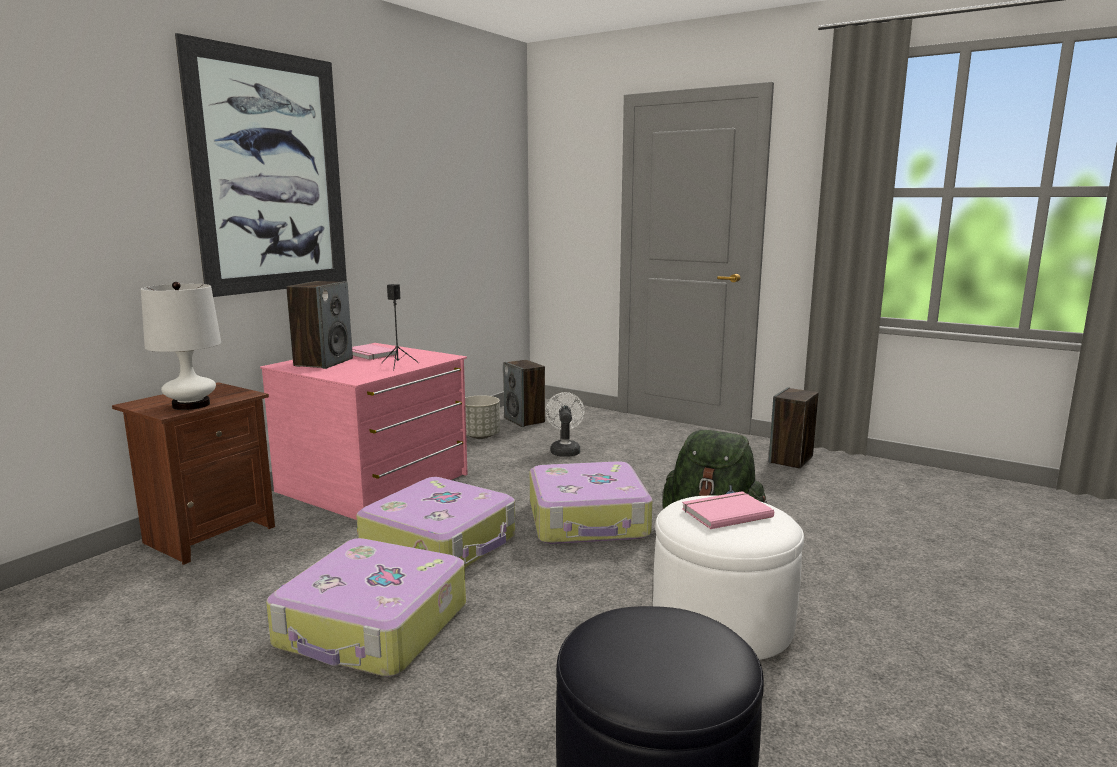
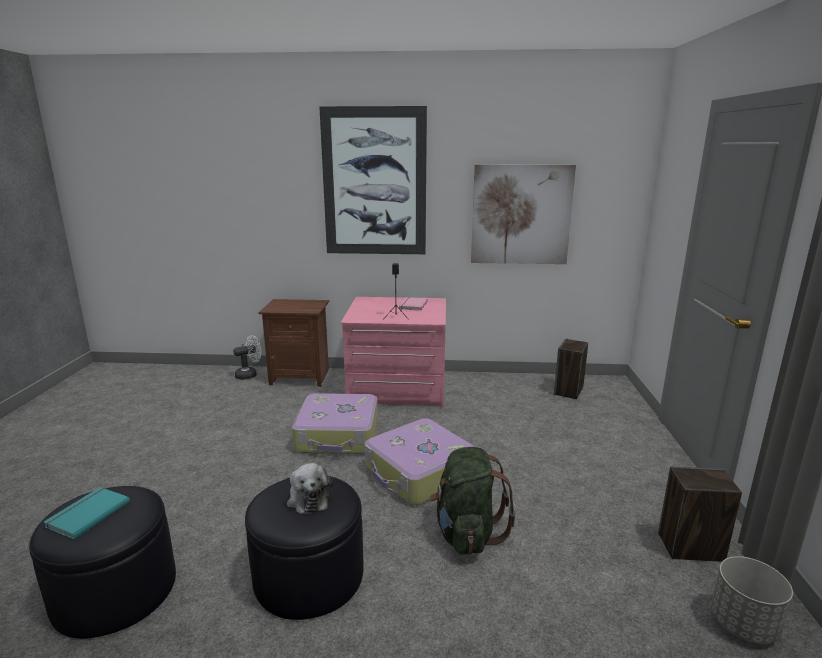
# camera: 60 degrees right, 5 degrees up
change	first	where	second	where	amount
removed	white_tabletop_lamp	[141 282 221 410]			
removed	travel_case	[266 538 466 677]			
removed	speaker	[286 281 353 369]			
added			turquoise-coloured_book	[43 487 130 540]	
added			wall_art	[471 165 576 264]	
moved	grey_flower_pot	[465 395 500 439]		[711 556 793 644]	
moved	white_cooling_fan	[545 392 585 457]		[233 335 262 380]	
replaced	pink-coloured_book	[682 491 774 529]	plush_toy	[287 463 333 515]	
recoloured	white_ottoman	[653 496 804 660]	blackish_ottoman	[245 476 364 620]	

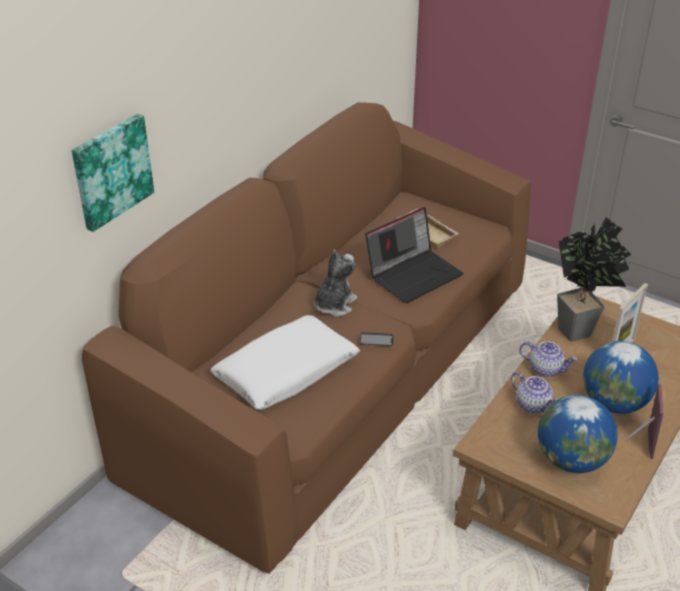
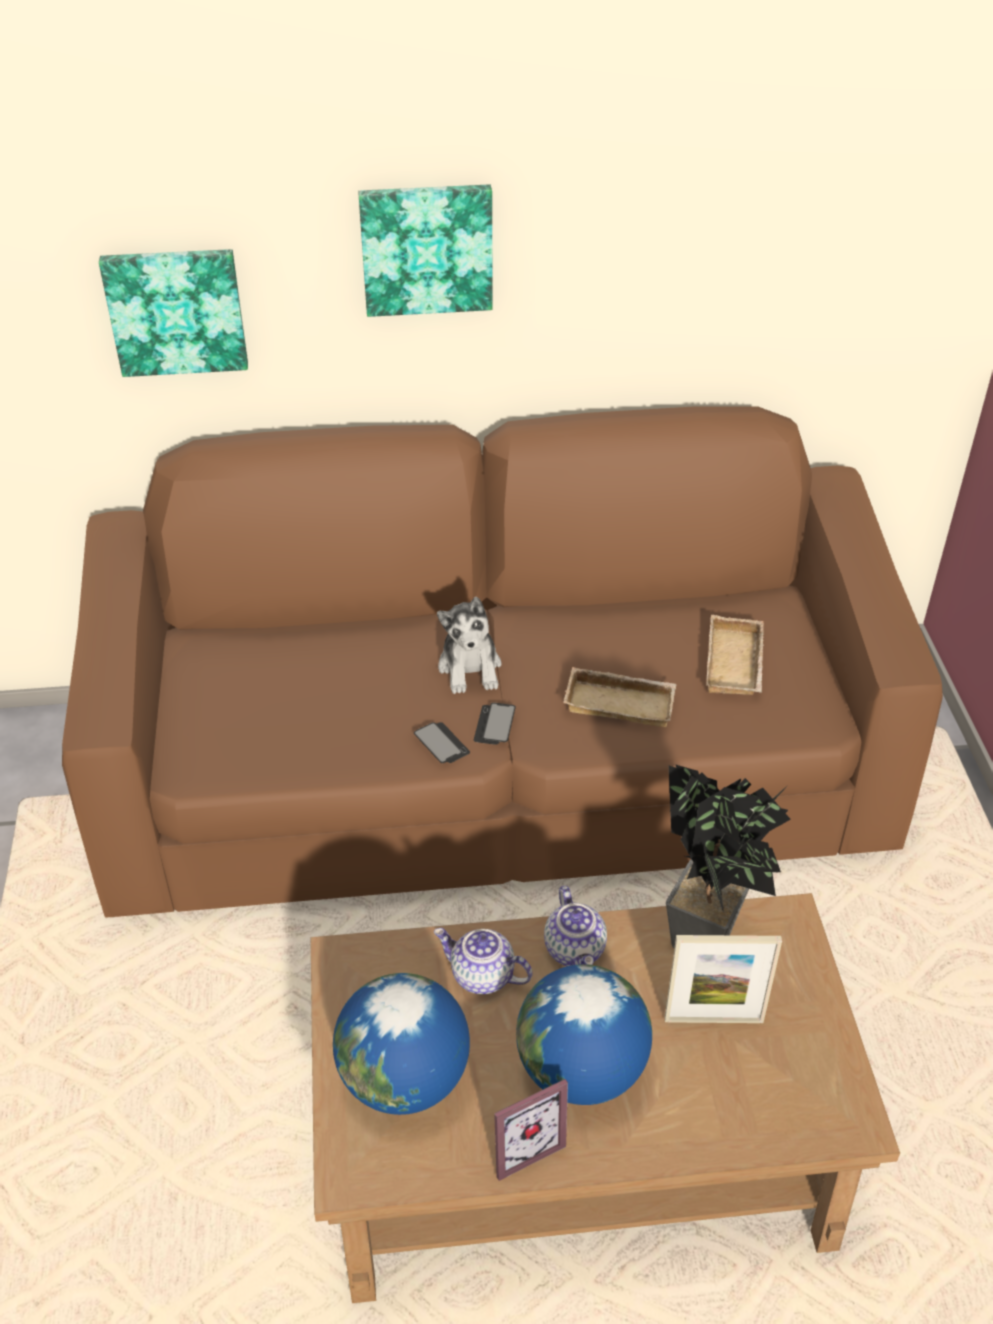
# camera: 50 degrees right, 5 degrees up
change	first	where	second	where	amount
removed	white_throw_pillow	[211 315 360 410]			
added			wall_art	[358 185 492 317]	
added			telephone	[474 703 516 745]	
replaced	portable_computer	[365 207 463 303]	sand-coloured_carrying_tray	[563 667 677 727]	
turned	plush_toy	[314 249 357 317]		[437 597 502 694]	90 degrees clockwise
turned	teapot	[511 372 559 414]		[434 928 532 994]	105 degrees clockwise

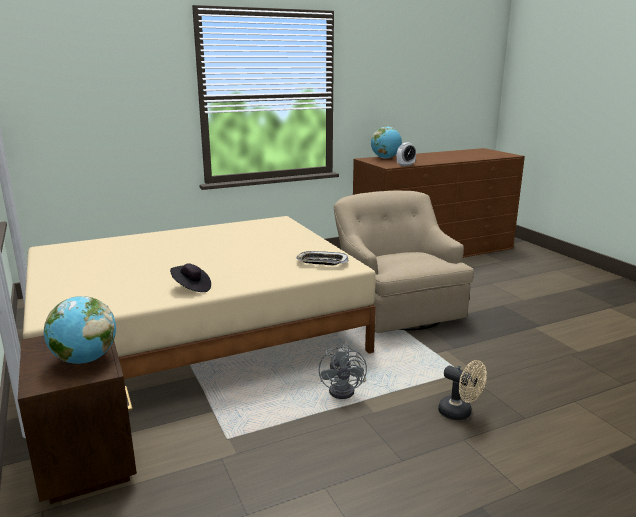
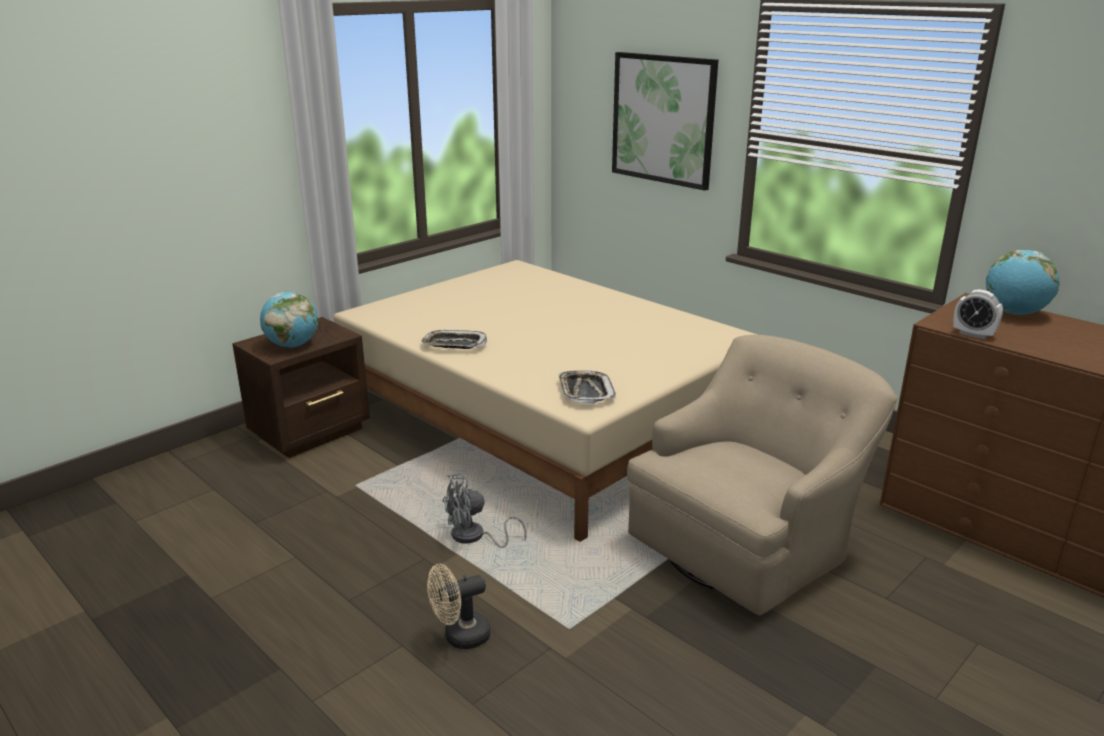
# camera: 70 degrees right, 5 degrees up
change	first	where	second	where	amount
added			wall_art	[612 52 718 191]	
replaced	blackish_wearable_hat	[170 263 211 292]	carrying_tray	[421 330 487 349]	
turned	sand-coloured_cooling_fan	[438 360 487 420]		[427 564 490 649]	45 degrees clockwise

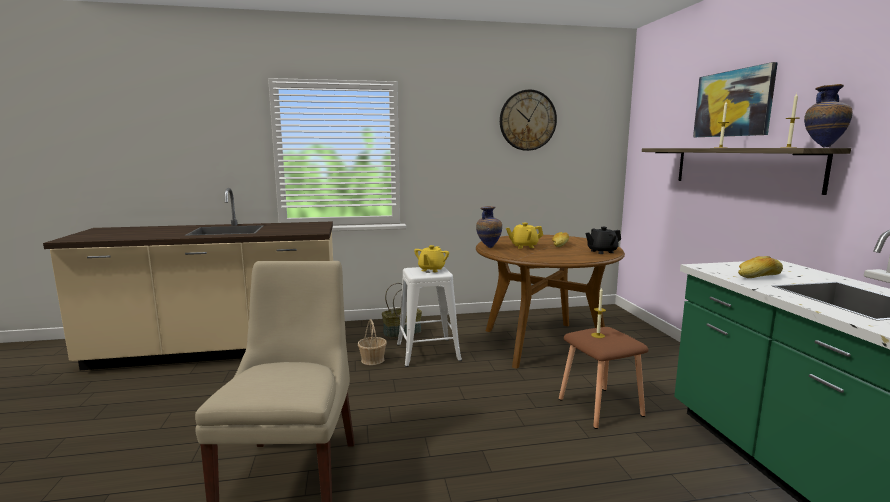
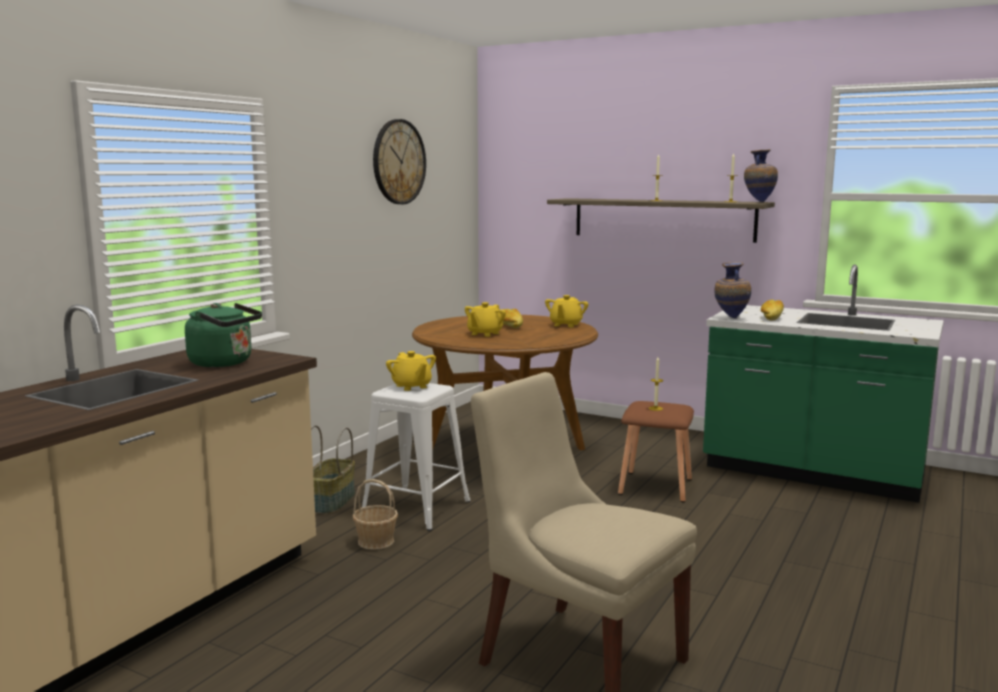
# camera: 50 degrees left, 0 degrees up
change	first	where	second	where	amount
removed	wall_art	[693 62 778 137]			
added			green-coloured_water_kettle	[185 303 262 367]	
moved	flower_vase	[476 206 502 248]		[715 262 751 319]	
recoloured	blackish_teapot	[585 227 621 254]	yellow-coloured_teapot	[545 295 588 327]	

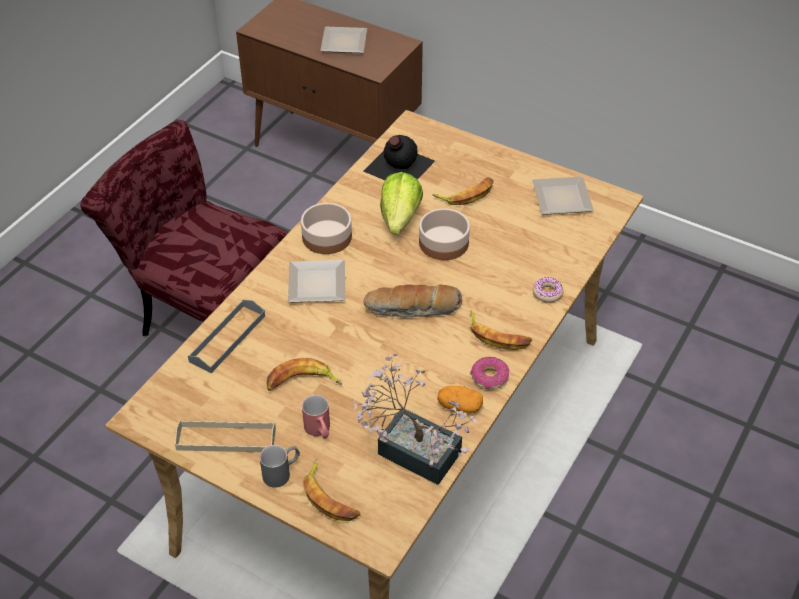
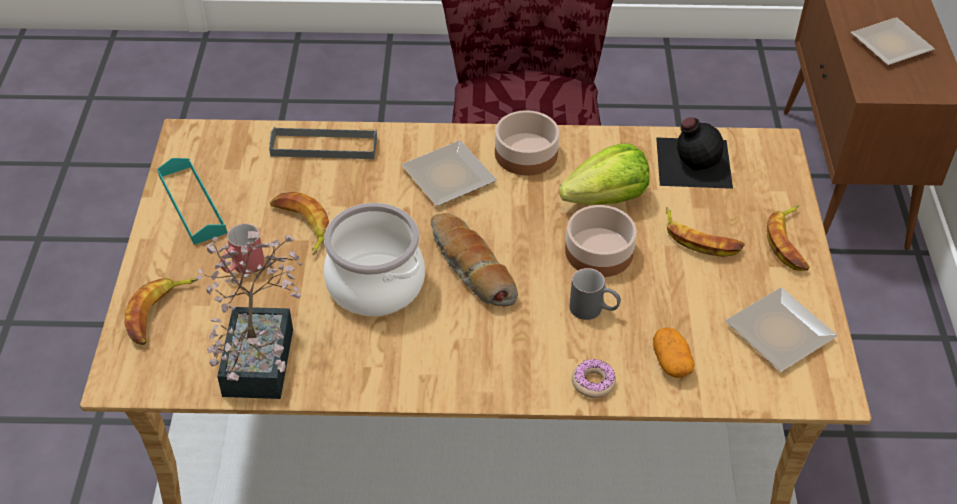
# camera: 60 degrees right, 0 degrees up
change	first	where	second	where	amount
removed	ring_doughnut	[470 357 509 390]			
added			stockpot	[324 203 425 316]	
moved	grey_mug	[259 445 300 488]		[569 268 621 320]	
moved	whole_potato	[437 386 483 413]		[653 327 695 378]	
moved	banana	[470 310 532 350]		[767 205 810 271]	
recoloured	sand-coloured_carrying_tray	[175 420 276 452]	turquoise-coloured_carrying_tray	[157 158 227 245]	

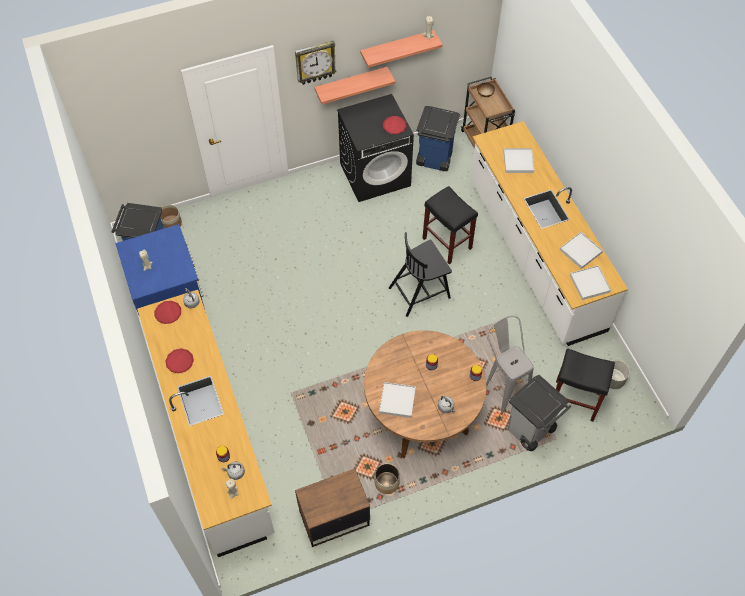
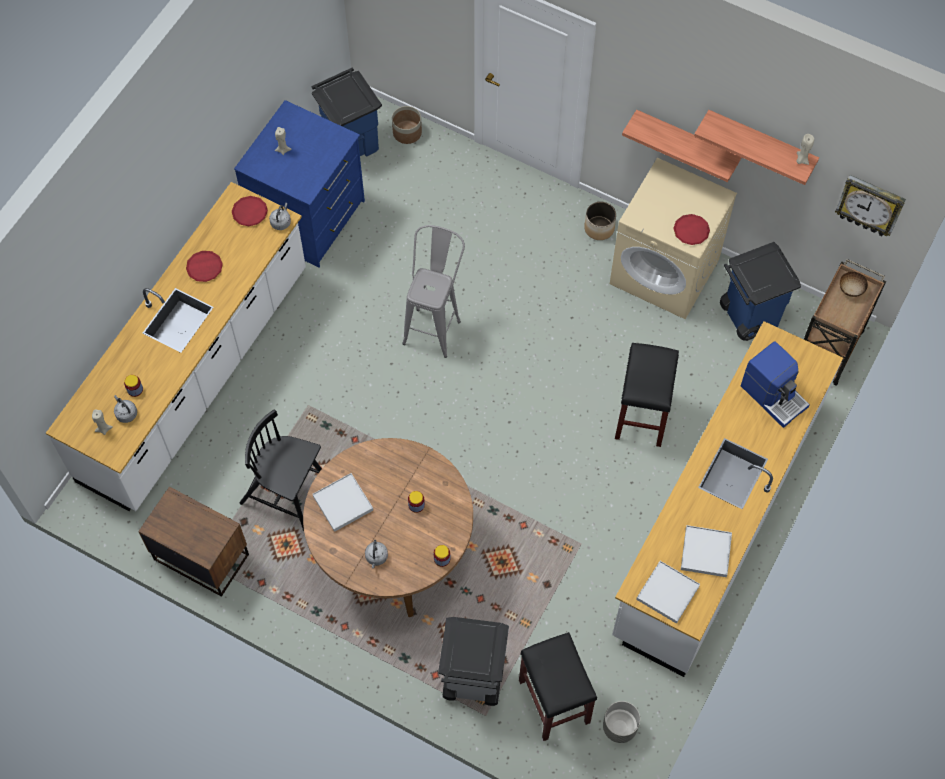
# camera: 50 degrees right, 5 degrees up
change	first	where	second	where	amount
moved	wall_clock	[295 40 336 85]		[835 175 906 236]	
moved	flower_pot	[375 463 400 494]		[584 202 616 240]	
moved	blackish_upright_chair	[389 232 452 317]		[240 409 322 531]	
moved	grey_stool	[486 316 533 414]		[402 225 465 358]	
replaced	white_carrying_tray	[503 148 534 173]	coffee_brewer	[741 341 810 428]	
recoloured	blackish_laundry_appliance	[337 94 414 202]	sand-coloured_laundry_appliance	[610 158 737 319]	

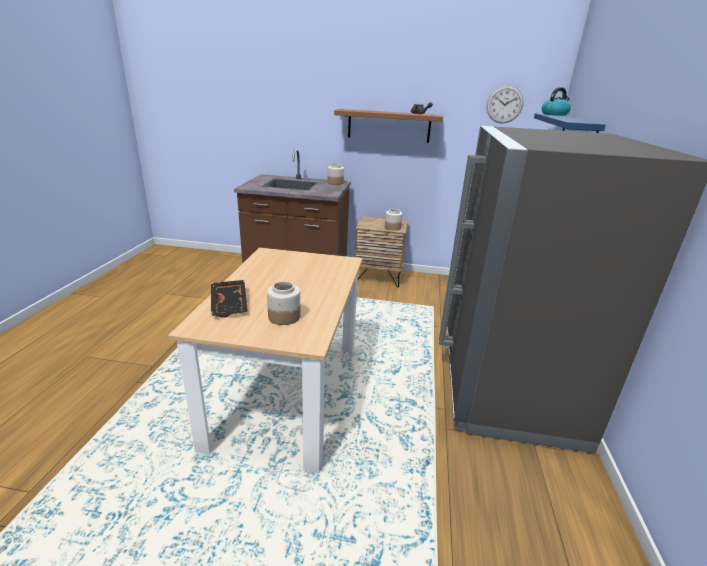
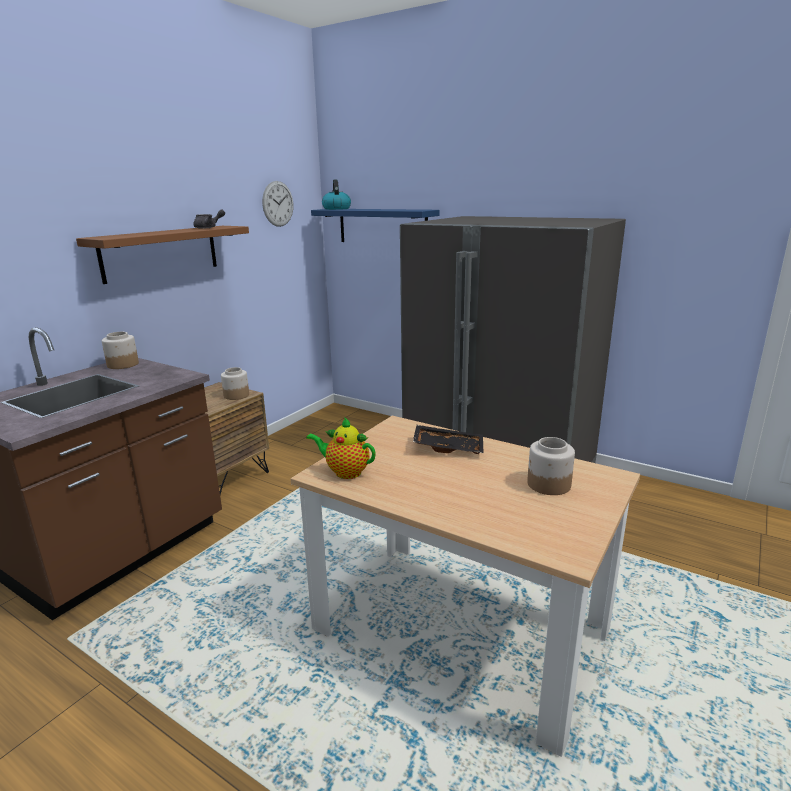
# camera: 65 degrees left, 5 degrees down
change	first	where	second	where	amount
added			teapot	[306 417 376 479]	
moved	blackish_carrying_tray	[211 280 248 317]		[413 425 484 454]	

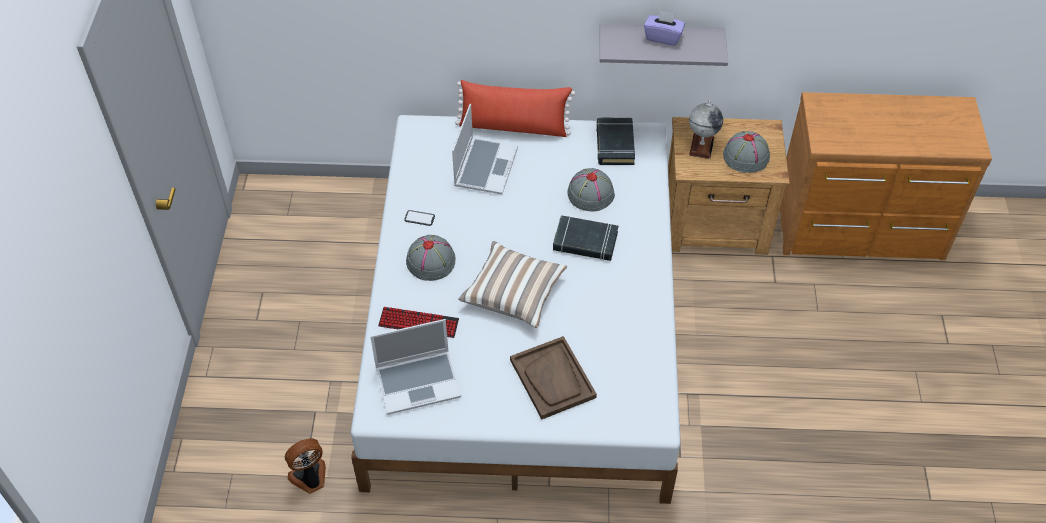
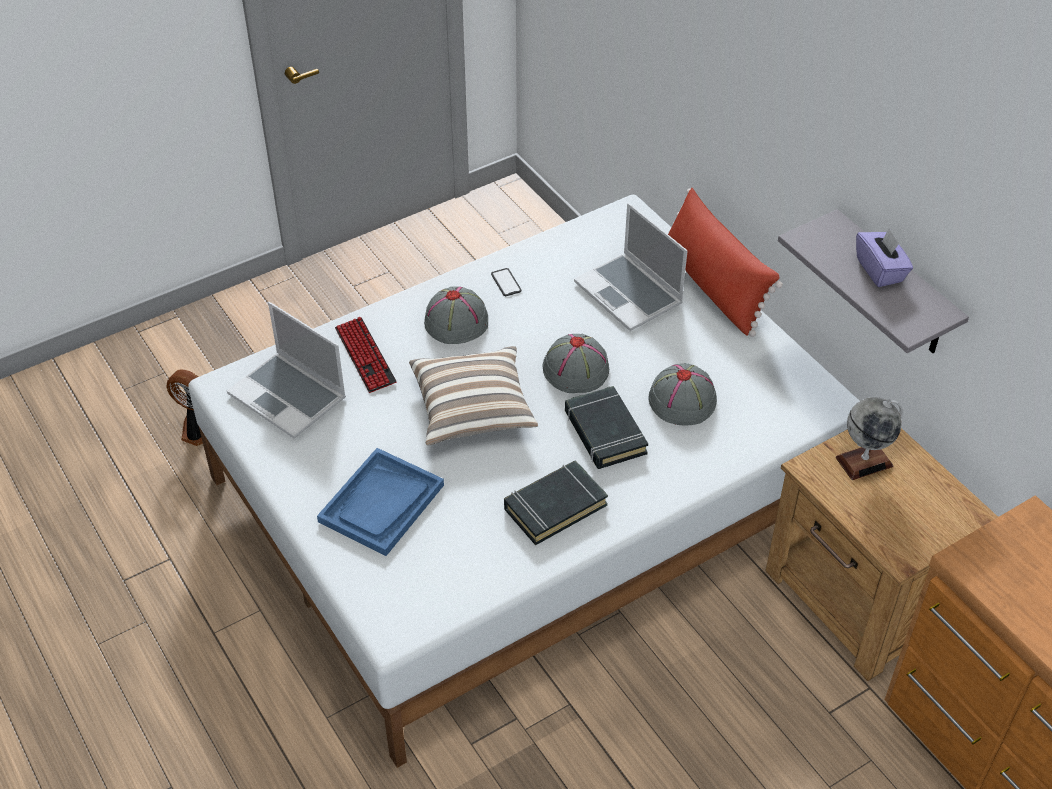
# camera: 55 degrees right, 5 degrees down
change	first	where	second	where	amount
moved	blackish_book	[596 118 635 165]		[504 461 608 545]	
moved	grey_wearable_hat	[723 131 770 173]		[542 334 609 393]	
recoloured	brown-coloured_carrying_tray	[510 336 597 420]	blue_carrying_tray	[317 448 444 556]	
turned	portable_computer	[452 104 518 194]		[574 203 688 331]	75 degrees clockwise

